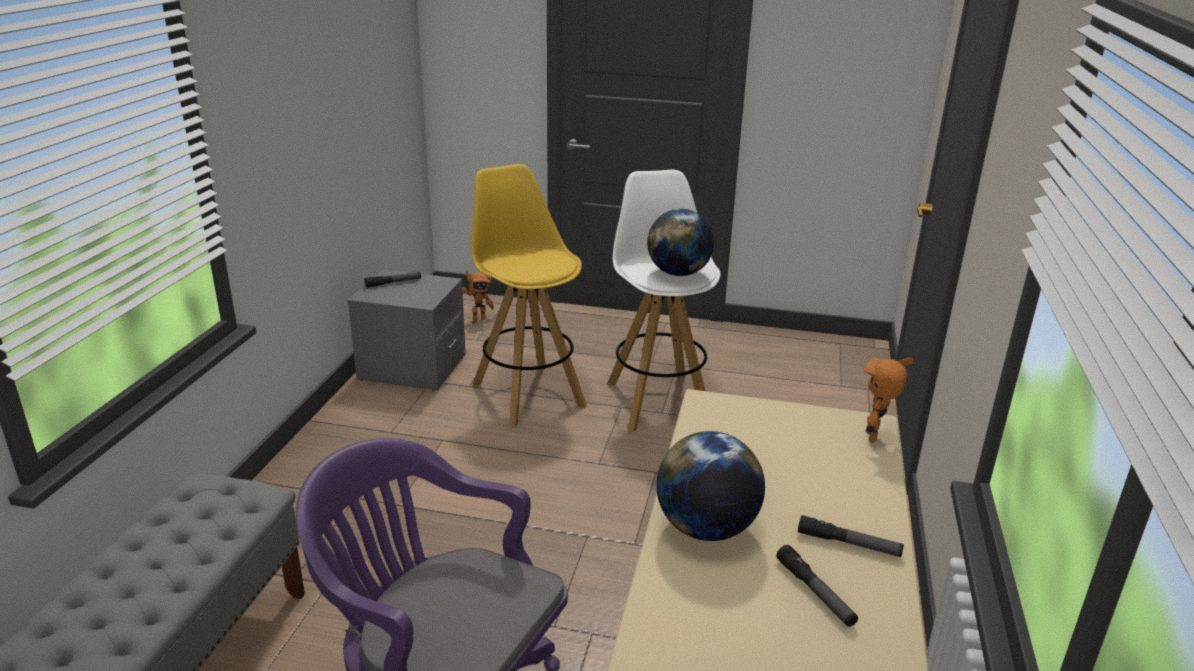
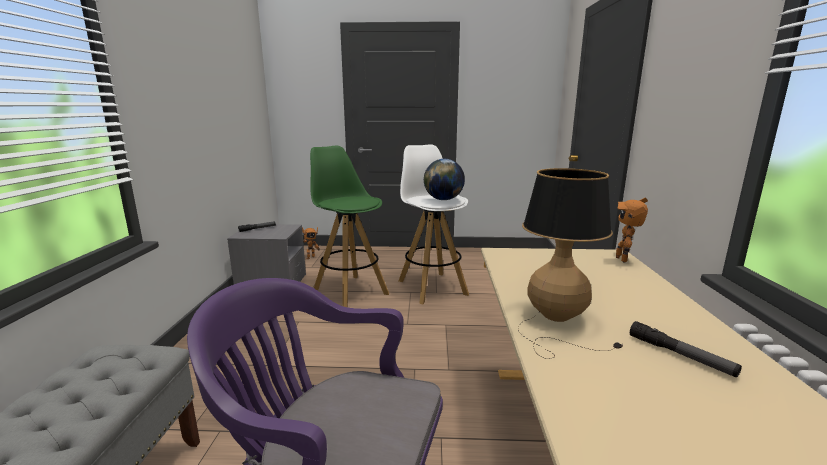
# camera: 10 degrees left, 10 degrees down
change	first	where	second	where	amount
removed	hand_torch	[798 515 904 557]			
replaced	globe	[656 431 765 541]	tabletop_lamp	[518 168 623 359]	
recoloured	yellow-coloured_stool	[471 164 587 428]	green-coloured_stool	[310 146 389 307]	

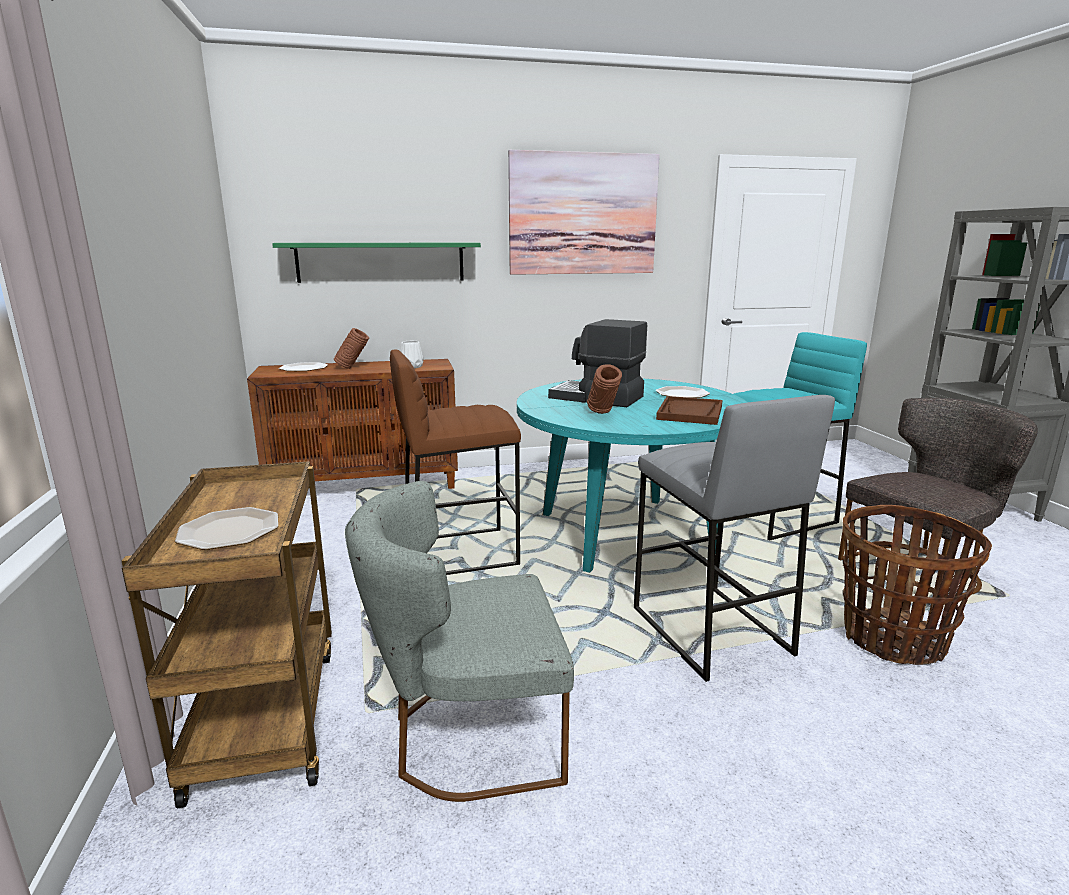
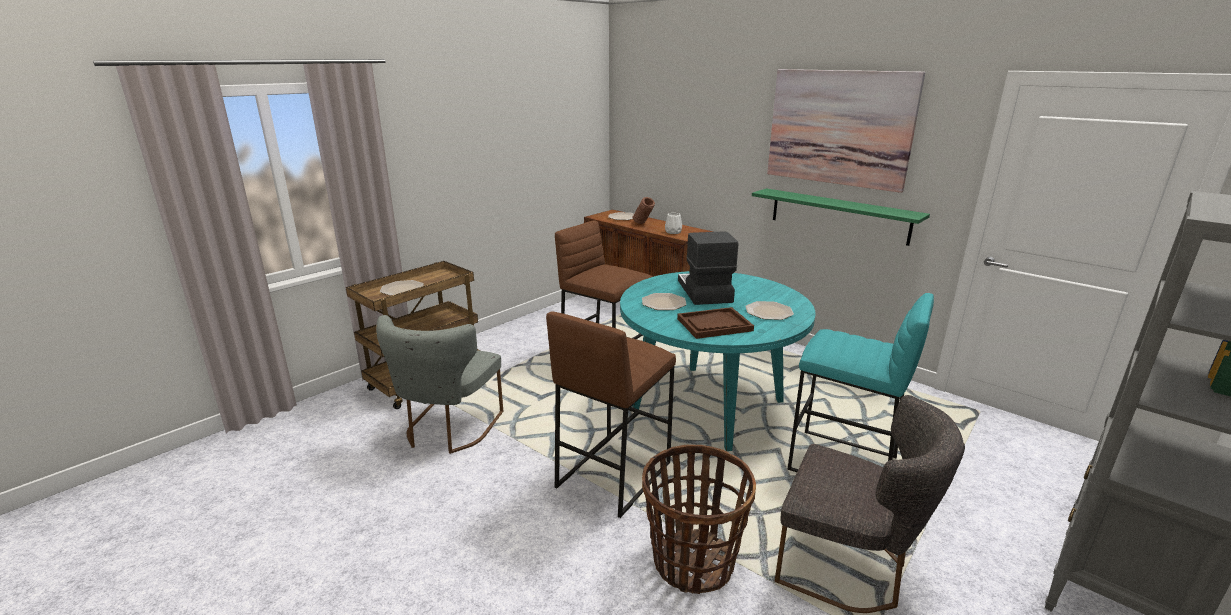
# camera: 55 degrees right, 5 degrees up
change	first	where	second	where	amount
moved	green-coloured_shelf	[272 243 481 283]		[752 188 930 246]	
replaced	brown-coloured_flower_vase	[587 364 622 414]	plate	[642 293 687 310]	
recoloured	grey_stool	[634 395 835 682]	brown-coloured_stool	[546 312 676 518]	
turned	grey_upright_chair	[345 481 574 802]		[376 315 503 454]	120 degrees counterclockwise

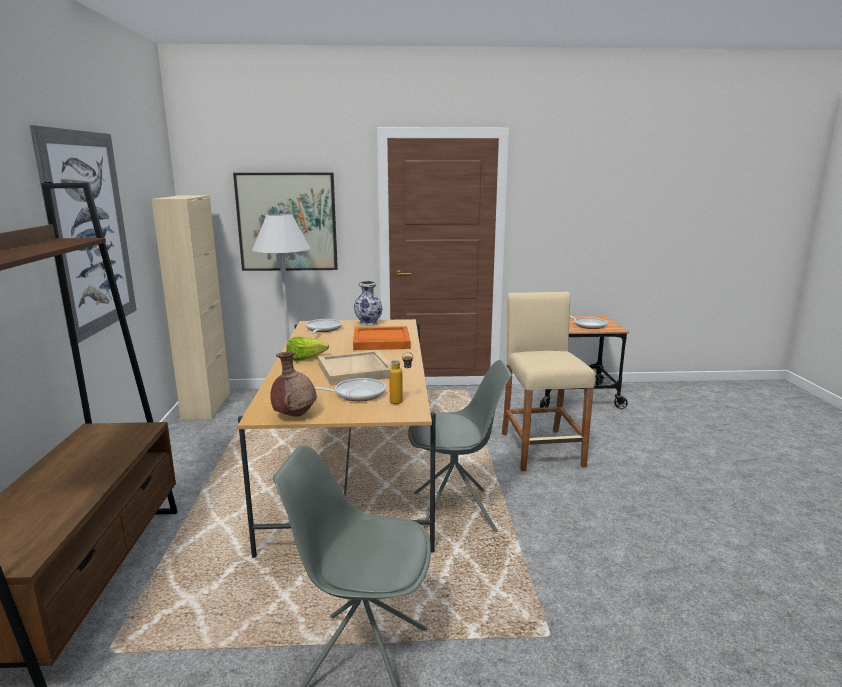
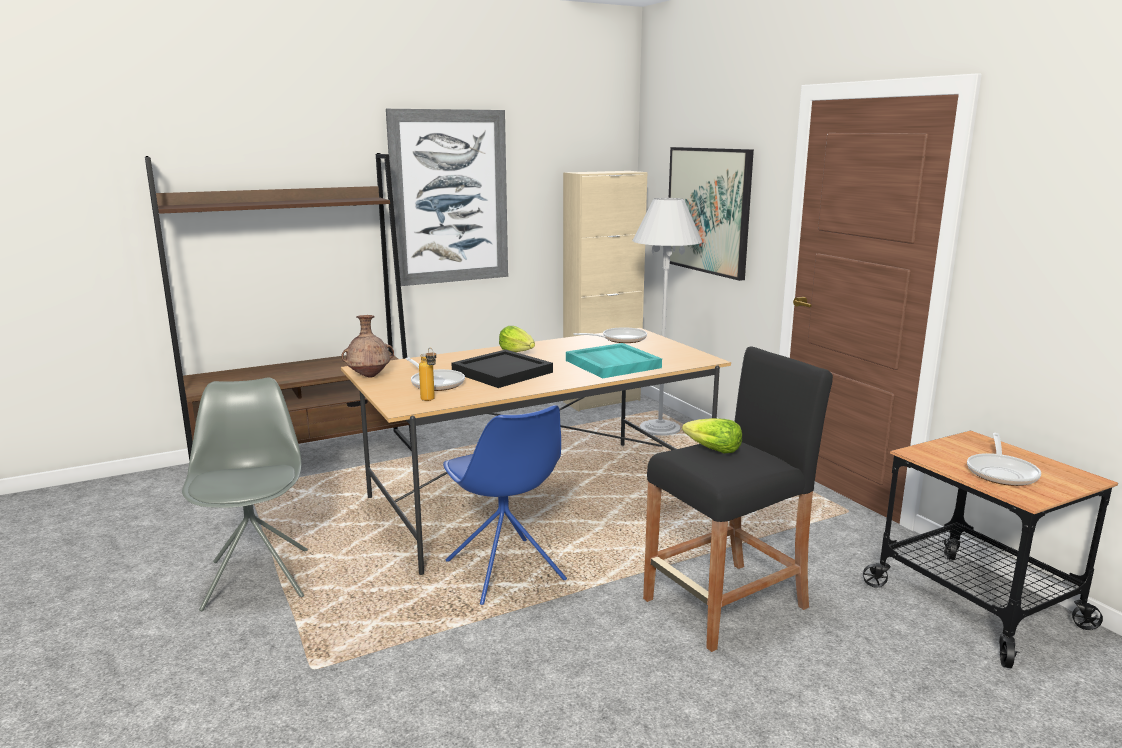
# camera: 65 degrees right, 0 degrees up
change	first	where	second	where	amount
removed	flower_vase	[354 281 383 326]			
added			head_of_lettuce	[682 418 742 453]	
recoloured	sand-coloured_carrying_tray	[318 350 392 385]	blackish_carrying_tray	[451 350 553 388]	
recoloured	orange-coloured_carrying_tray	[353 326 411 350]	turquoise-coloured_carrying_tray	[566 343 662 378]	
recoloured	grey_upright_chair	[408 360 512 532]	blue_upright_chair	[443 405 567 605]	
recoloured	sand-coloured_stool	[502 292 596 471]	blackish_stool	[643 346 833 652]	

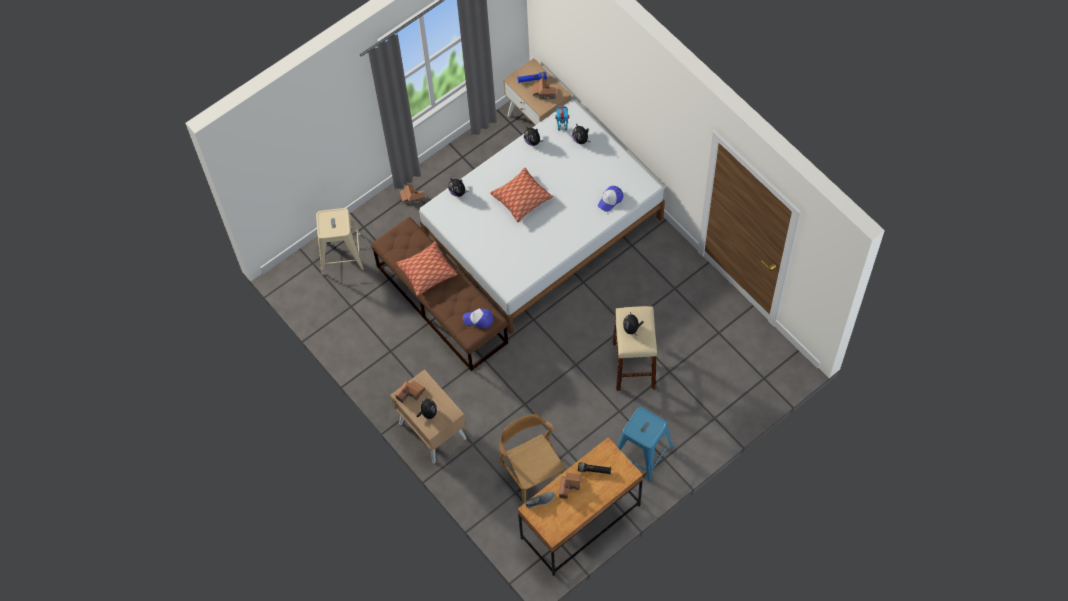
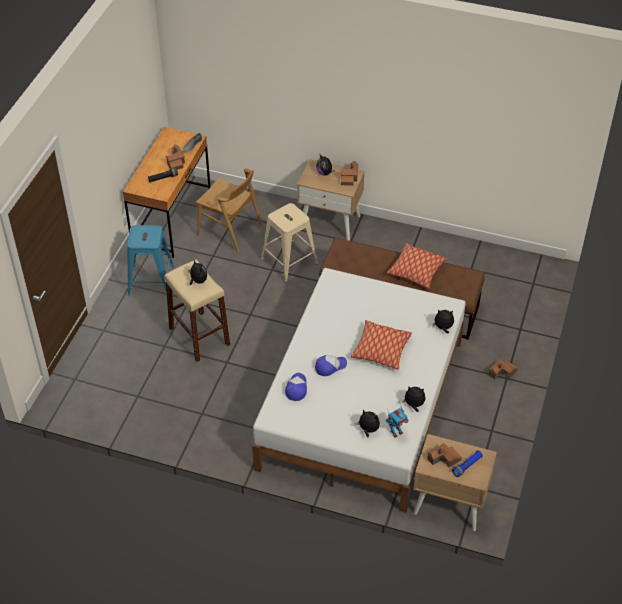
# camera: 145 degrees right, 15 degrees down
change	first	where	second	where	amount
moved	sand-coloured_stool	[316 208 364 275]		[261 203 318 282]	
moved	peaked_cap	[463 309 493 328]		[315 355 347 376]	

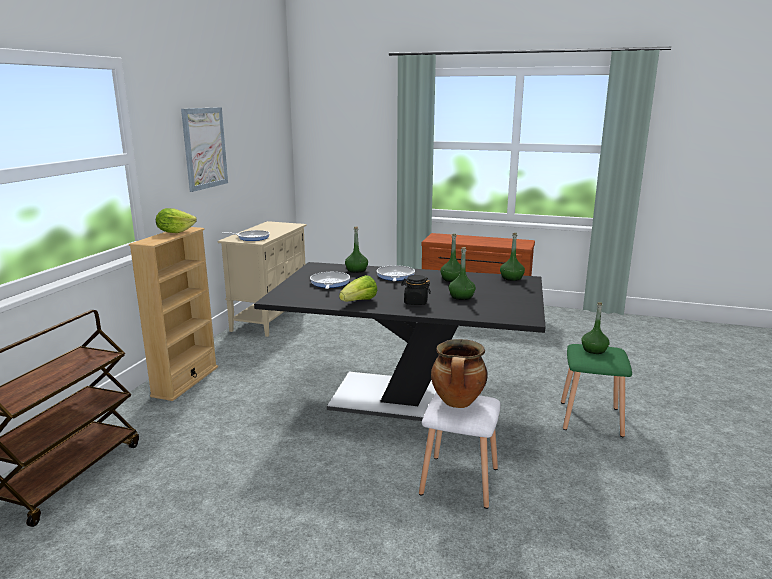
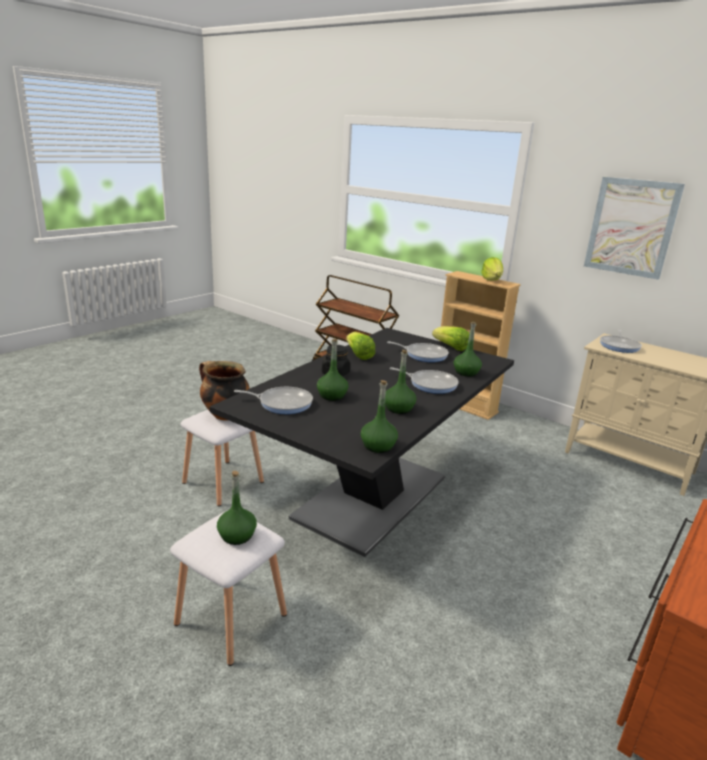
# camera: 110 degrees right, 5 degrees up
change	first	where	second	where	amount
added			frying_pan	[234 387 313 414]	
added			head_of_lettuce	[432 326 469 351]	
recoloured	green-coloured_stool	[561 344 632 437]	white_stool	[170 510 287 666]	

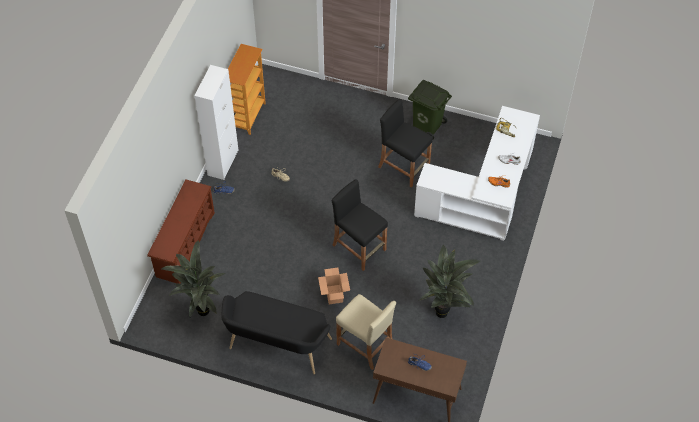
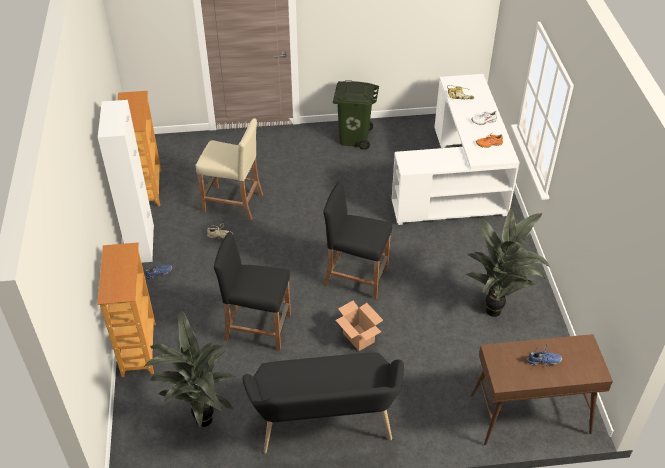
# camera: 25 degrees left, 10 degrees down
change	first	where	second	where	amount
moved	sand-coloured_stool	[336 294 396 370]		[195 118 263 220]	
moved	blackish_stool	[378 99 433 188]		[214 232 291 350]	
replaced	brown-coloured_shoe_stand	[147 179 215 284]	shelving_unit	[97 242 156 377]	

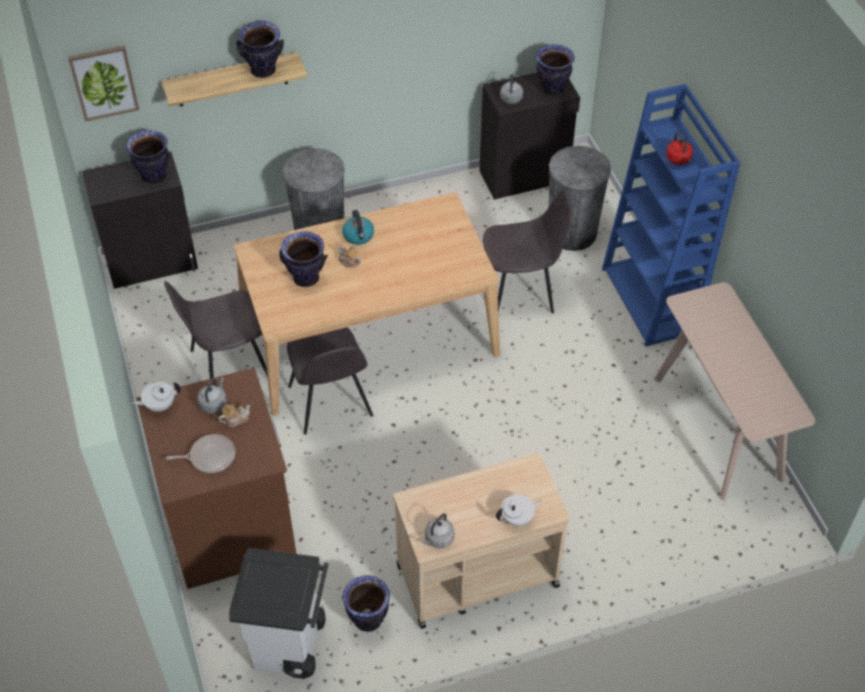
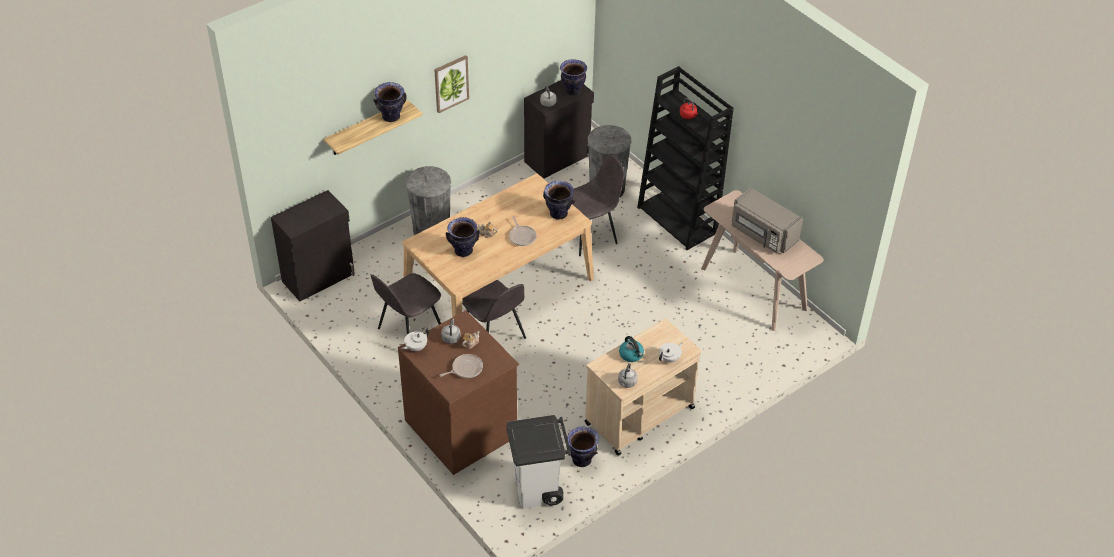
# camera: 20 degrees left, 5 degrees down
change	first	where	second	where	amount
added			frying_pan	[509 216 537 246]	
added			grey_kitchen_microwave	[732 187 803 254]	
moved	wall_art	[68 45 139 122]		[434 55 469 113]	
moved	flower_vase	[126 130 169 184]		[543 181 575 219]	
moved	water_kettle	[342 210 374 245]		[619 336 644 362]	
recoloured	blue_shelving_unit	[602 84 741 347]	blackish_shelving_unit	[637 66 734 250]	

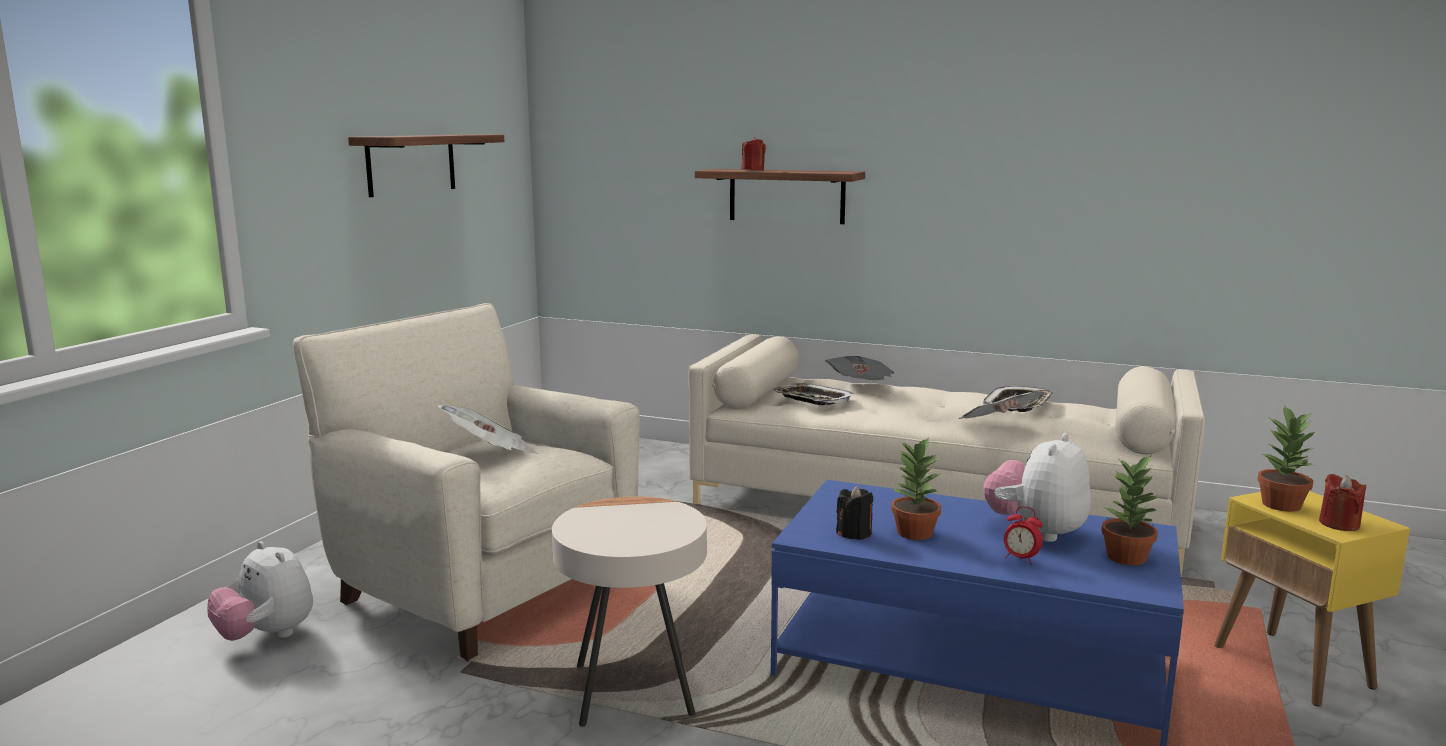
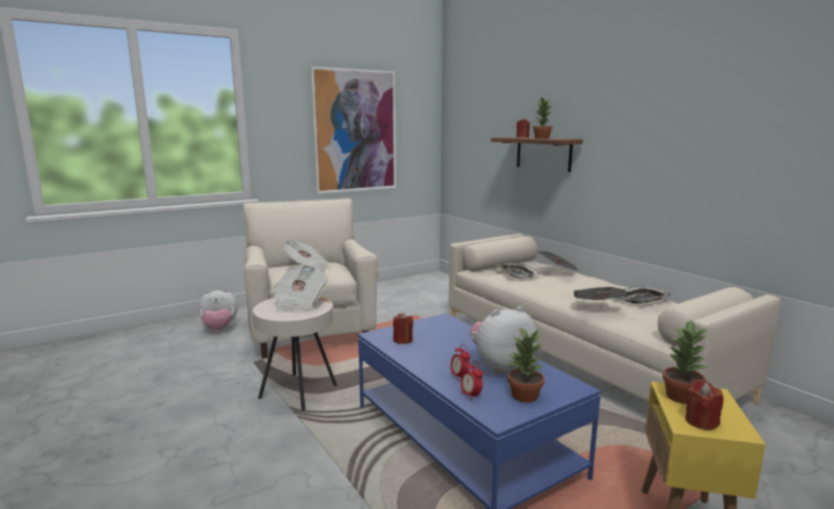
# camera: 35 degrees right, 0 degrees up
change	first	where	second	where	amount
added			newspaper	[273 265 328 312]	
added			bedside_clock	[461 360 483 401]	
moved	potted_plant	[891 437 941 540]		[533 97 553 139]	
replaced	shelf	[348 134 504 197]	wall_art	[310 66 396 194]	
recoloured	blackish_wax_light	[836 486 873 540]	red_wax_light	[393 313 413 344]	
turned	plush_toy	[208 541 313 641]		[198 289 238 330]	90 degrees counterclockwise

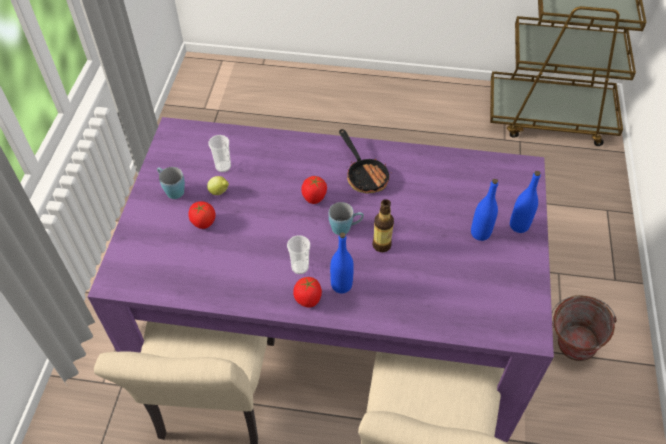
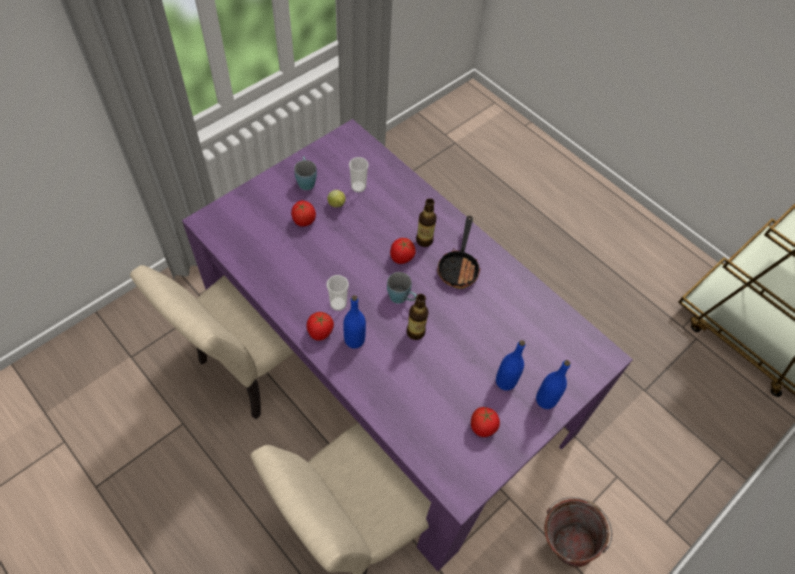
# camera: 35 degrees right, 5 degrees up
change	first	where	second	where	amount
added			bottle	[416 198 437 247]	
added			fresh_tomato	[471 407 500 437]	

